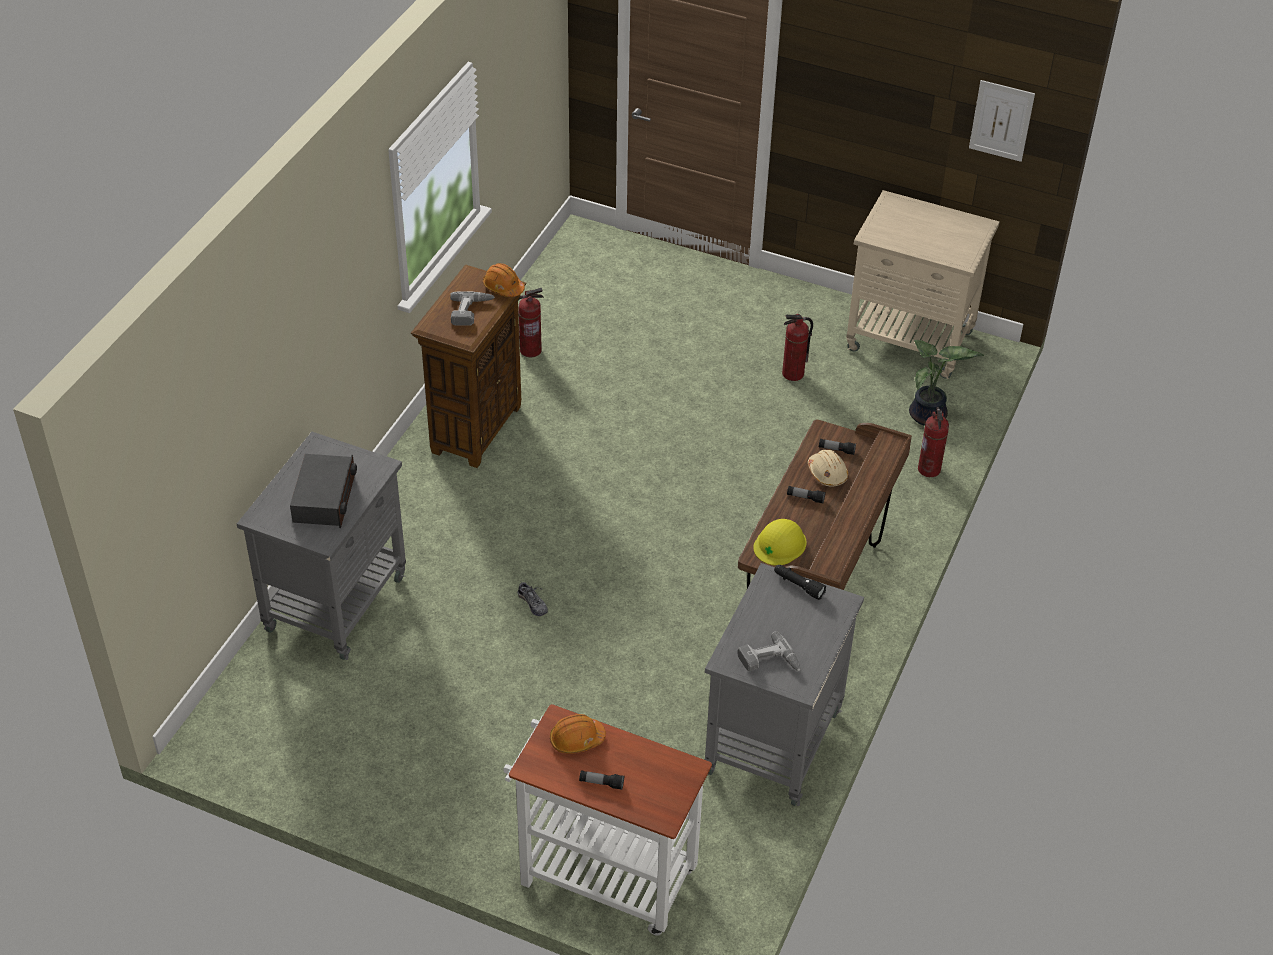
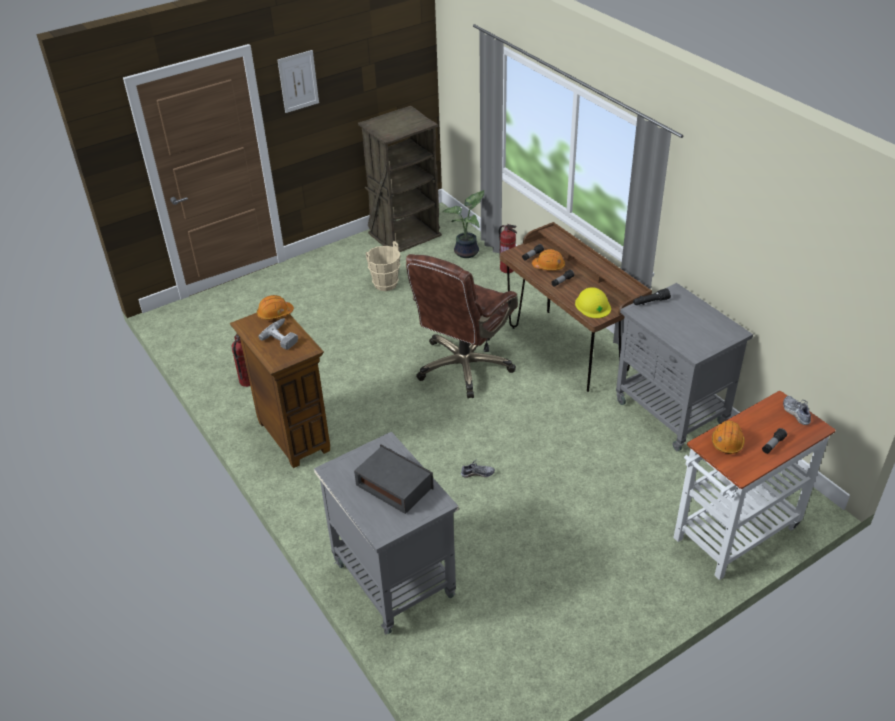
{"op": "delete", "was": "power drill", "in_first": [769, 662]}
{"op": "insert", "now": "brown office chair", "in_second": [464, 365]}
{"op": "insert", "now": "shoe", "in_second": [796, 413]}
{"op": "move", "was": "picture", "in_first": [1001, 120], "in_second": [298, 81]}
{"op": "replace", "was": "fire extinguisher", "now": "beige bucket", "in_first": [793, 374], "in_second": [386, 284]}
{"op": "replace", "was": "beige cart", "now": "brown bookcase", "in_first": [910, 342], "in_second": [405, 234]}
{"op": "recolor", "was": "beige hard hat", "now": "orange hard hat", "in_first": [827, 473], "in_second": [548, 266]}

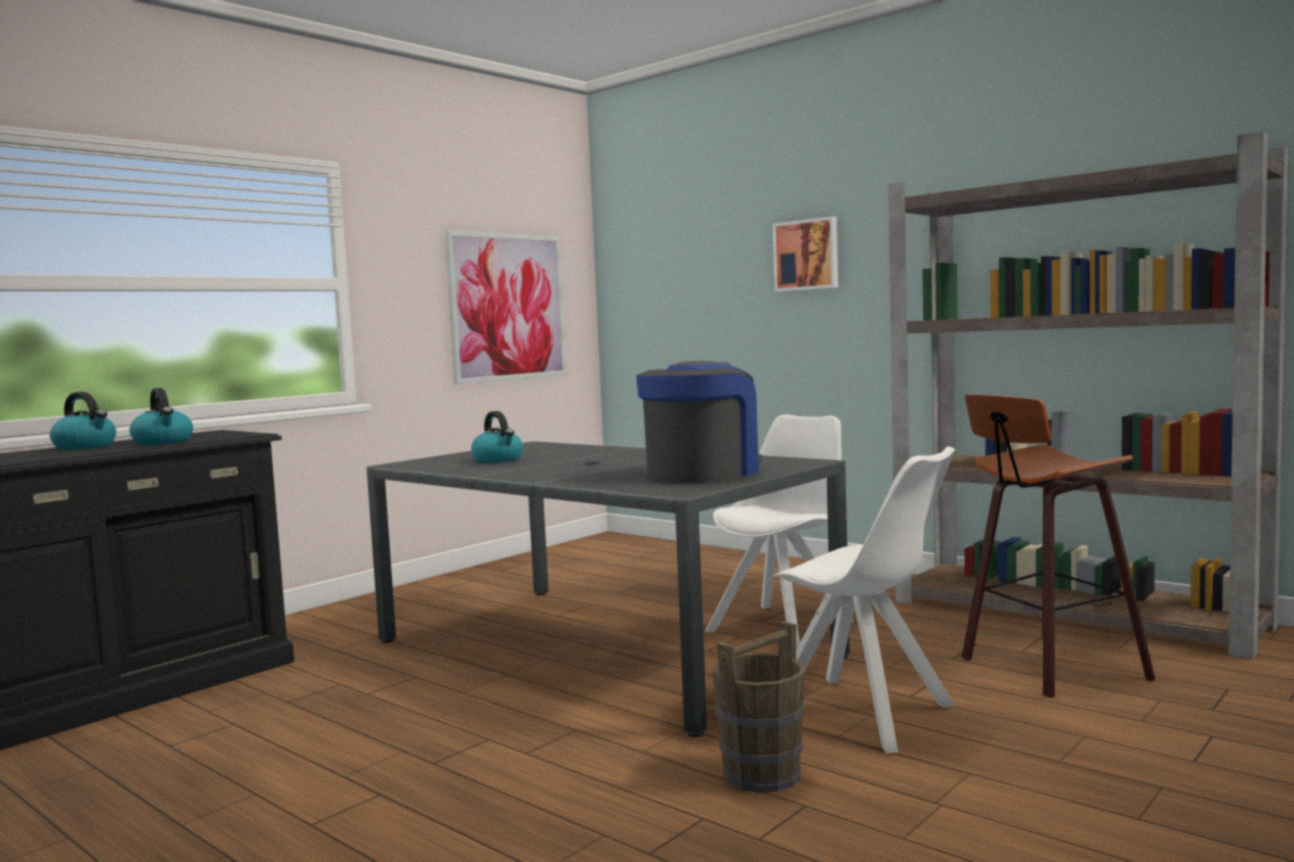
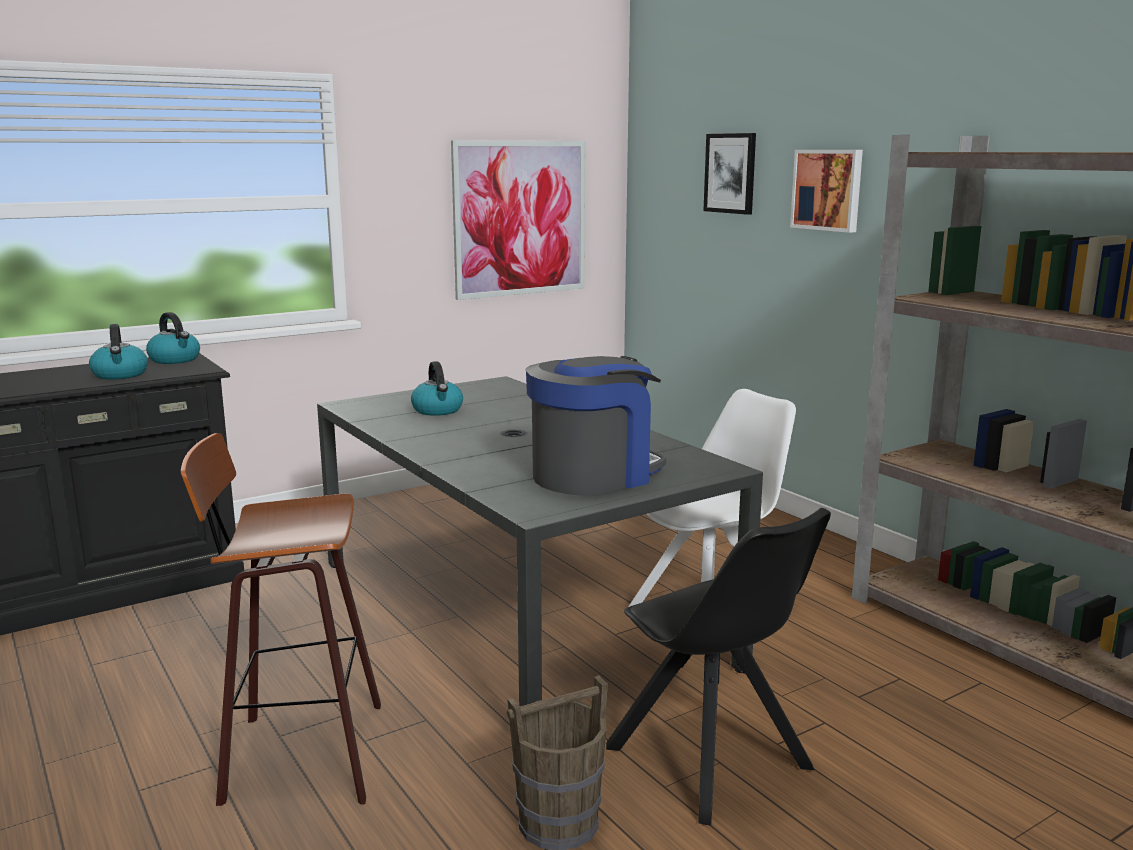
{"op": "insert", "now": "picture", "in_second": [730, 173]}
{"op": "move", "was": "kettle", "in_first": [86, 446], "in_second": [175, 360]}
{"op": "move", "was": "stool", "in_first": [1047, 668], "in_second": [298, 755]}
{"op": "recolor", "was": "white chair", "now": "black chair", "in_first": [863, 715], "in_second": [711, 761]}

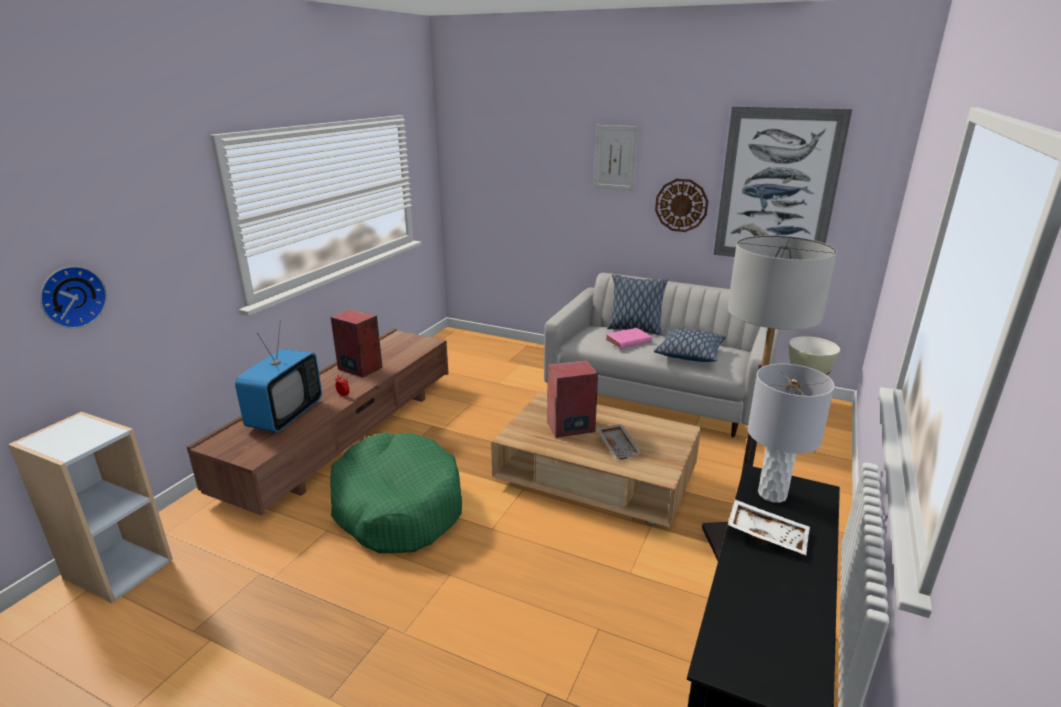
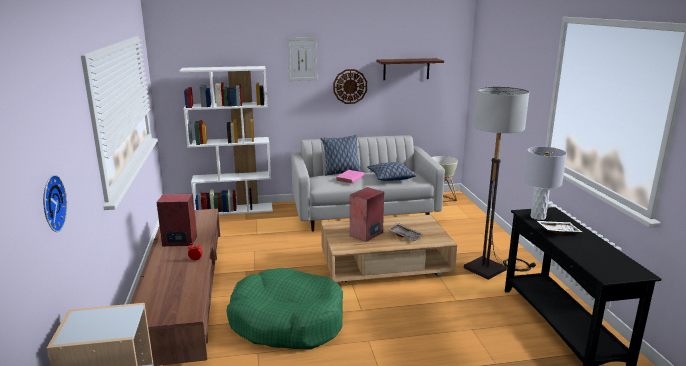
{"op": "delete", "was": "television", "in_first": [285, 415]}
{"op": "insert", "now": "white bookcase", "in_second": [234, 209]}
{"op": "replace", "was": "picture", "now": "shelf", "in_first": [777, 187], "in_second": [406, 69]}

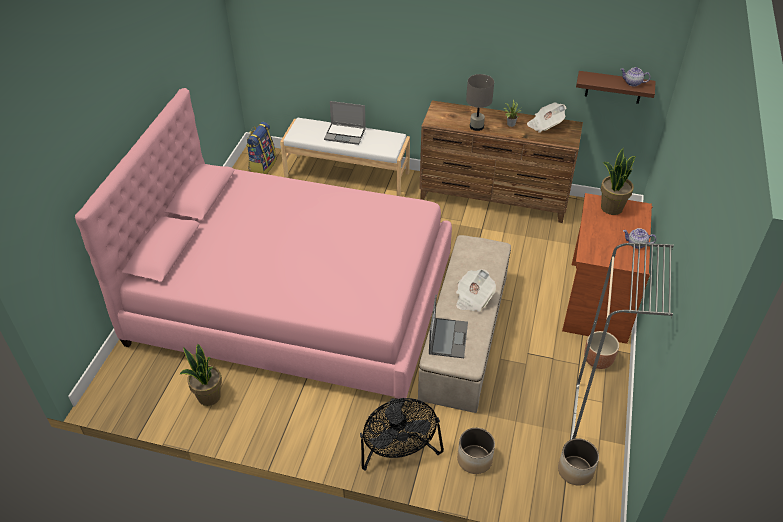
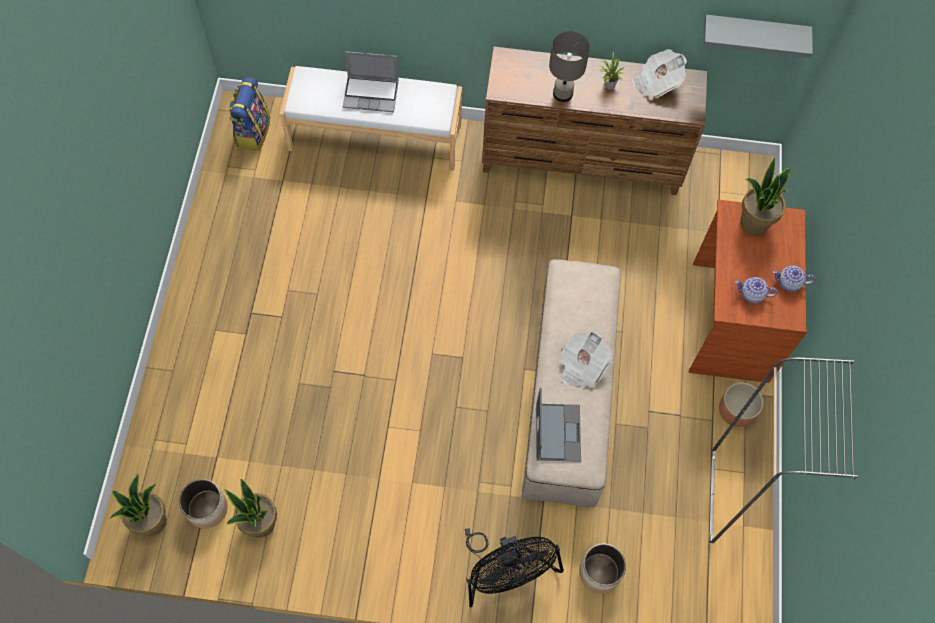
{"op": "delete", "was": "pink bed", "in_first": [292, 301]}
{"op": "insert", "now": "potted plant", "in_second": [151, 521]}
{"op": "move", "was": "planter", "in_first": [575, 470], "in_second": [206, 508]}
{"op": "move", "was": "teapot", "in_first": [632, 83], "in_second": [751, 294]}
{"op": "recolor", "was": "brown shelf", "now": "grey shelf", "in_first": [614, 87], "in_second": [753, 33]}

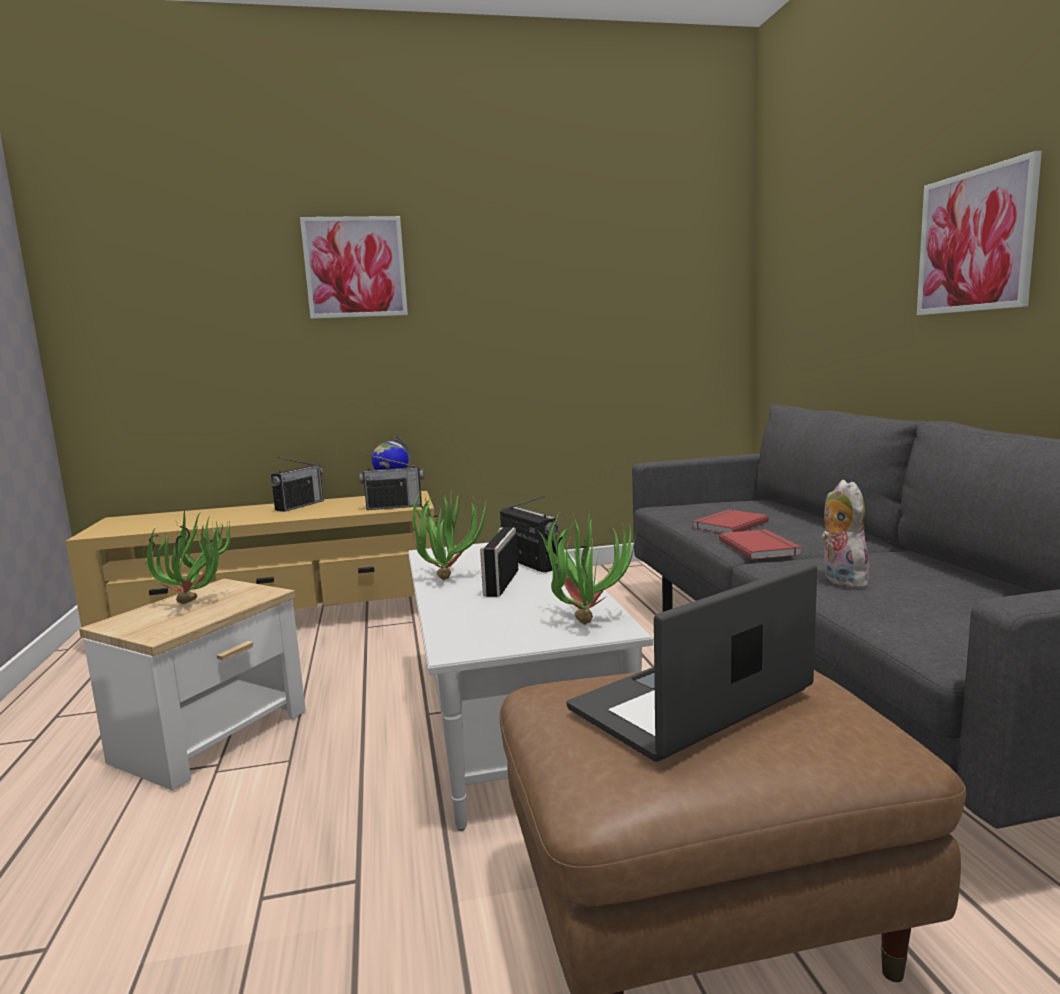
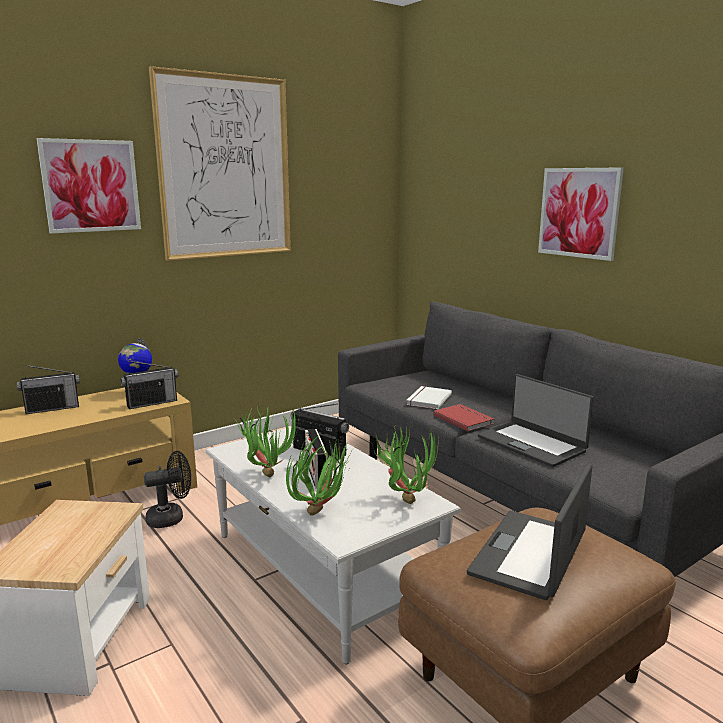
{"op": "insert", "now": "black fan", "in_second": [171, 518]}
{"op": "insert", "now": "picture", "in_second": [225, 168]}
{"op": "move", "was": "potted plant", "in_first": [197, 603], "in_second": [323, 512]}
{"op": "replace", "was": "plush toy", "now": "laptop", "in_first": [840, 580], "in_second": [532, 444]}
{"op": "recolor", "was": "red book", "now": "white book", "in_first": [728, 524], "in_second": [427, 399]}
{"op": "rotate", "was": "radio", "in_first": [299, 506], "in_second": [52, 408], "clockwise": 60}

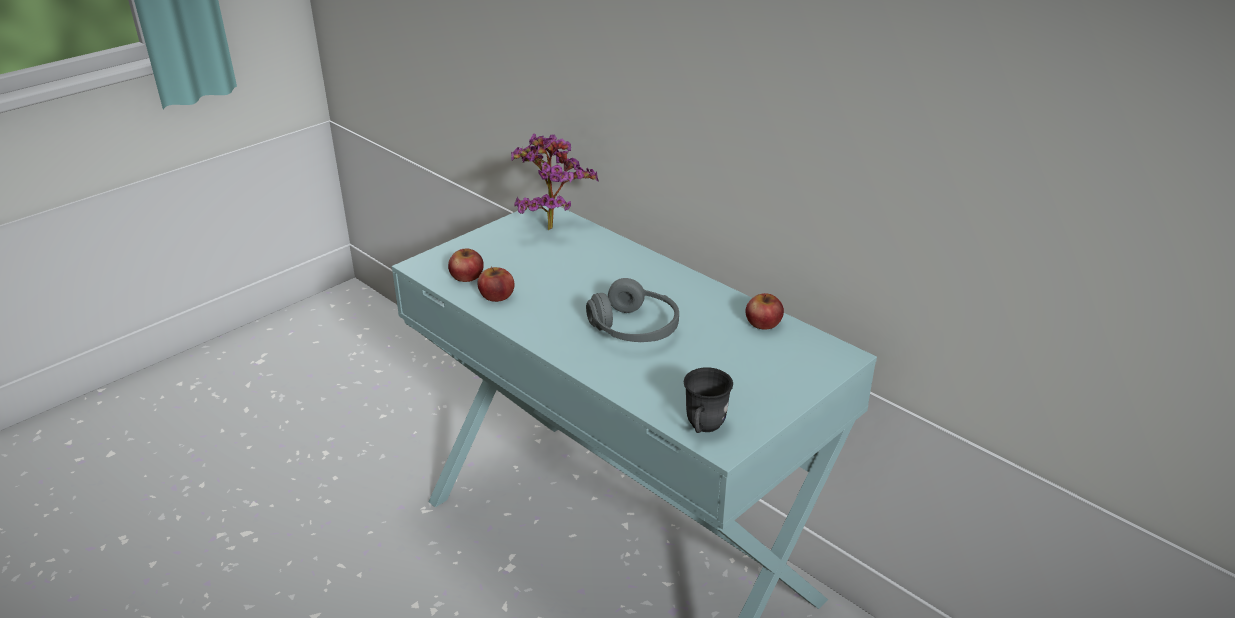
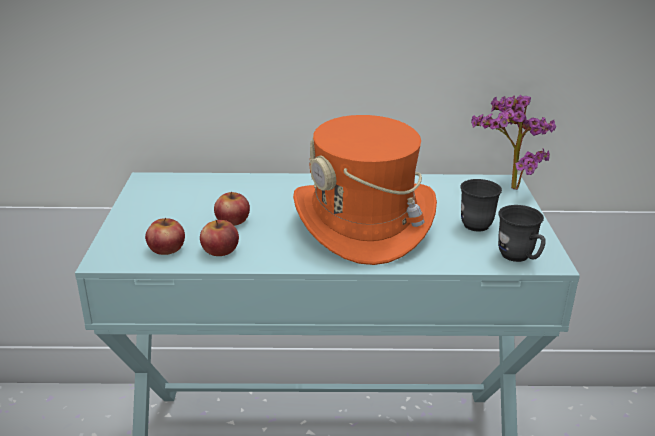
{"op": "insert", "now": "grey mug", "in_second": [475, 222]}
{"op": "move", "was": "potted plant", "in_first": [549, 225], "in_second": [507, 186]}
{"op": "move", "was": "apple", "in_first": [763, 322], "in_second": [232, 220]}
{"op": "replace", "was": "grey headphones", "now": "orange hat", "in_first": [634, 328], "in_second": [364, 223]}

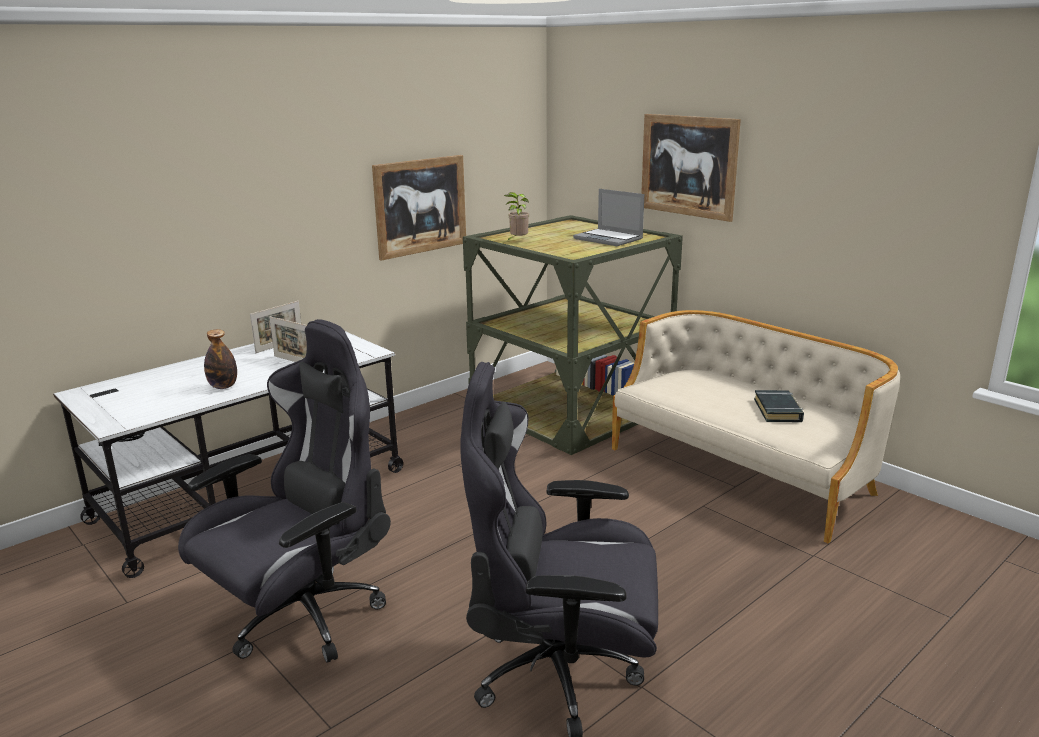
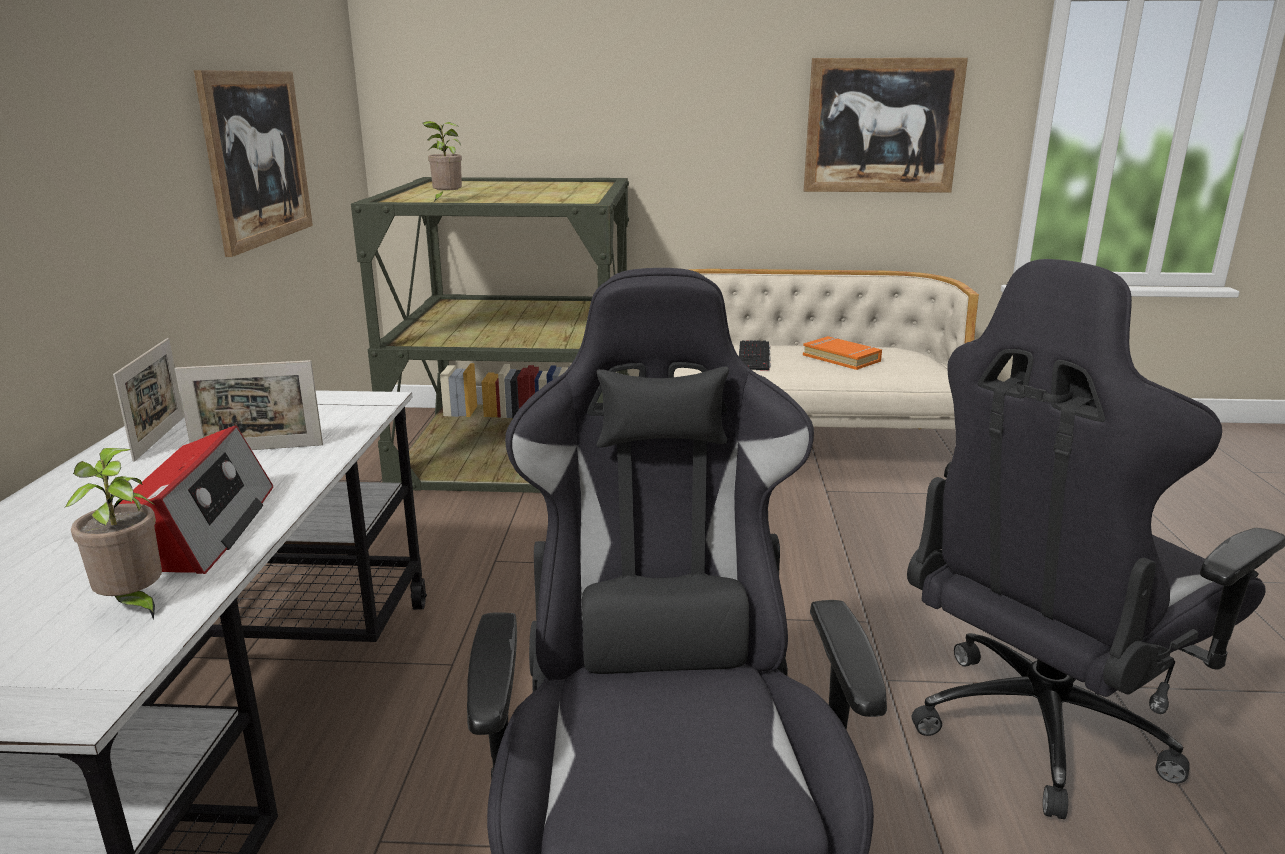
{"op": "delete", "was": "laptop", "in_first": [609, 239]}
{"op": "insert", "now": "potted plant", "in_second": [134, 605]}
{"op": "insert", "now": "keyboard", "in_second": [755, 356]}
{"op": "move", "was": "picture", "in_first": [688, 166], "in_second": [882, 126]}
{"op": "replace", "was": "bottle", "now": "radio", "in_first": [223, 386], "in_second": [200, 528]}
{"op": "recolor", "was": "black book", "now": "orange book", "in_first": [778, 410], "in_second": [842, 358]}

